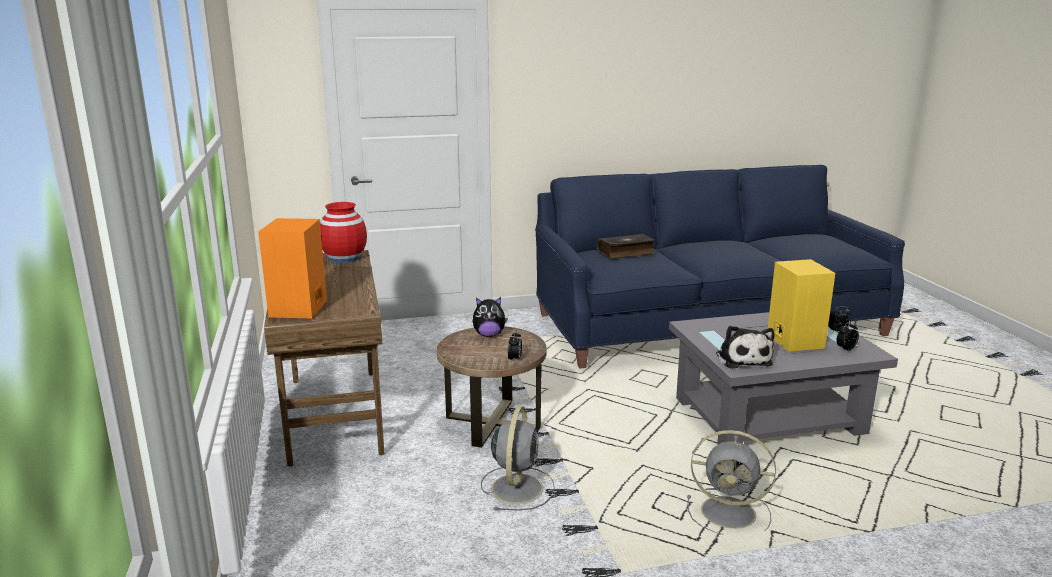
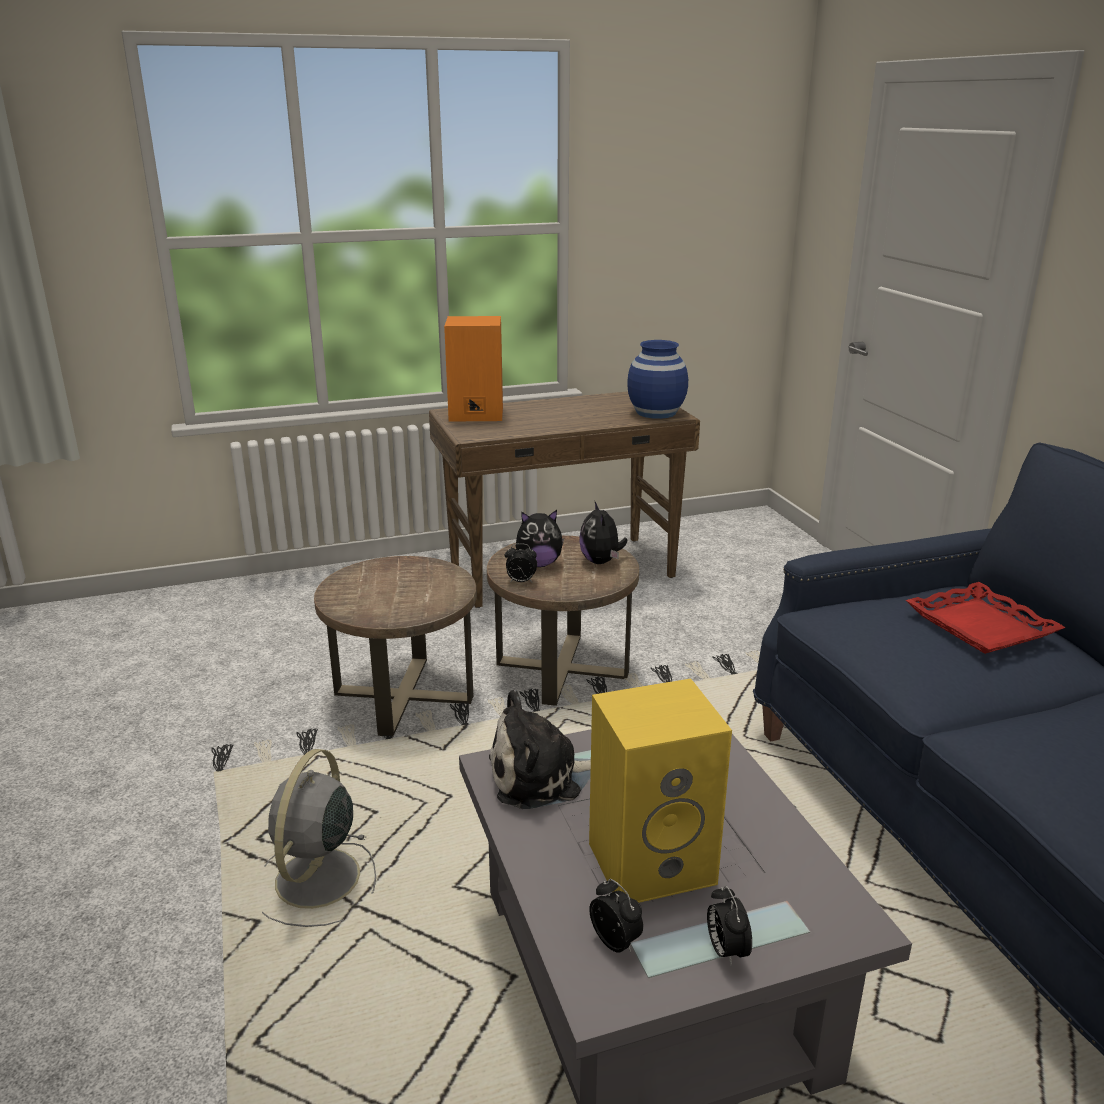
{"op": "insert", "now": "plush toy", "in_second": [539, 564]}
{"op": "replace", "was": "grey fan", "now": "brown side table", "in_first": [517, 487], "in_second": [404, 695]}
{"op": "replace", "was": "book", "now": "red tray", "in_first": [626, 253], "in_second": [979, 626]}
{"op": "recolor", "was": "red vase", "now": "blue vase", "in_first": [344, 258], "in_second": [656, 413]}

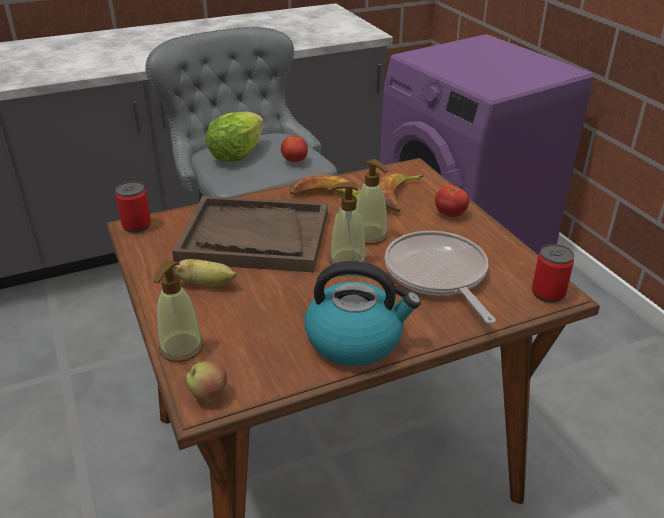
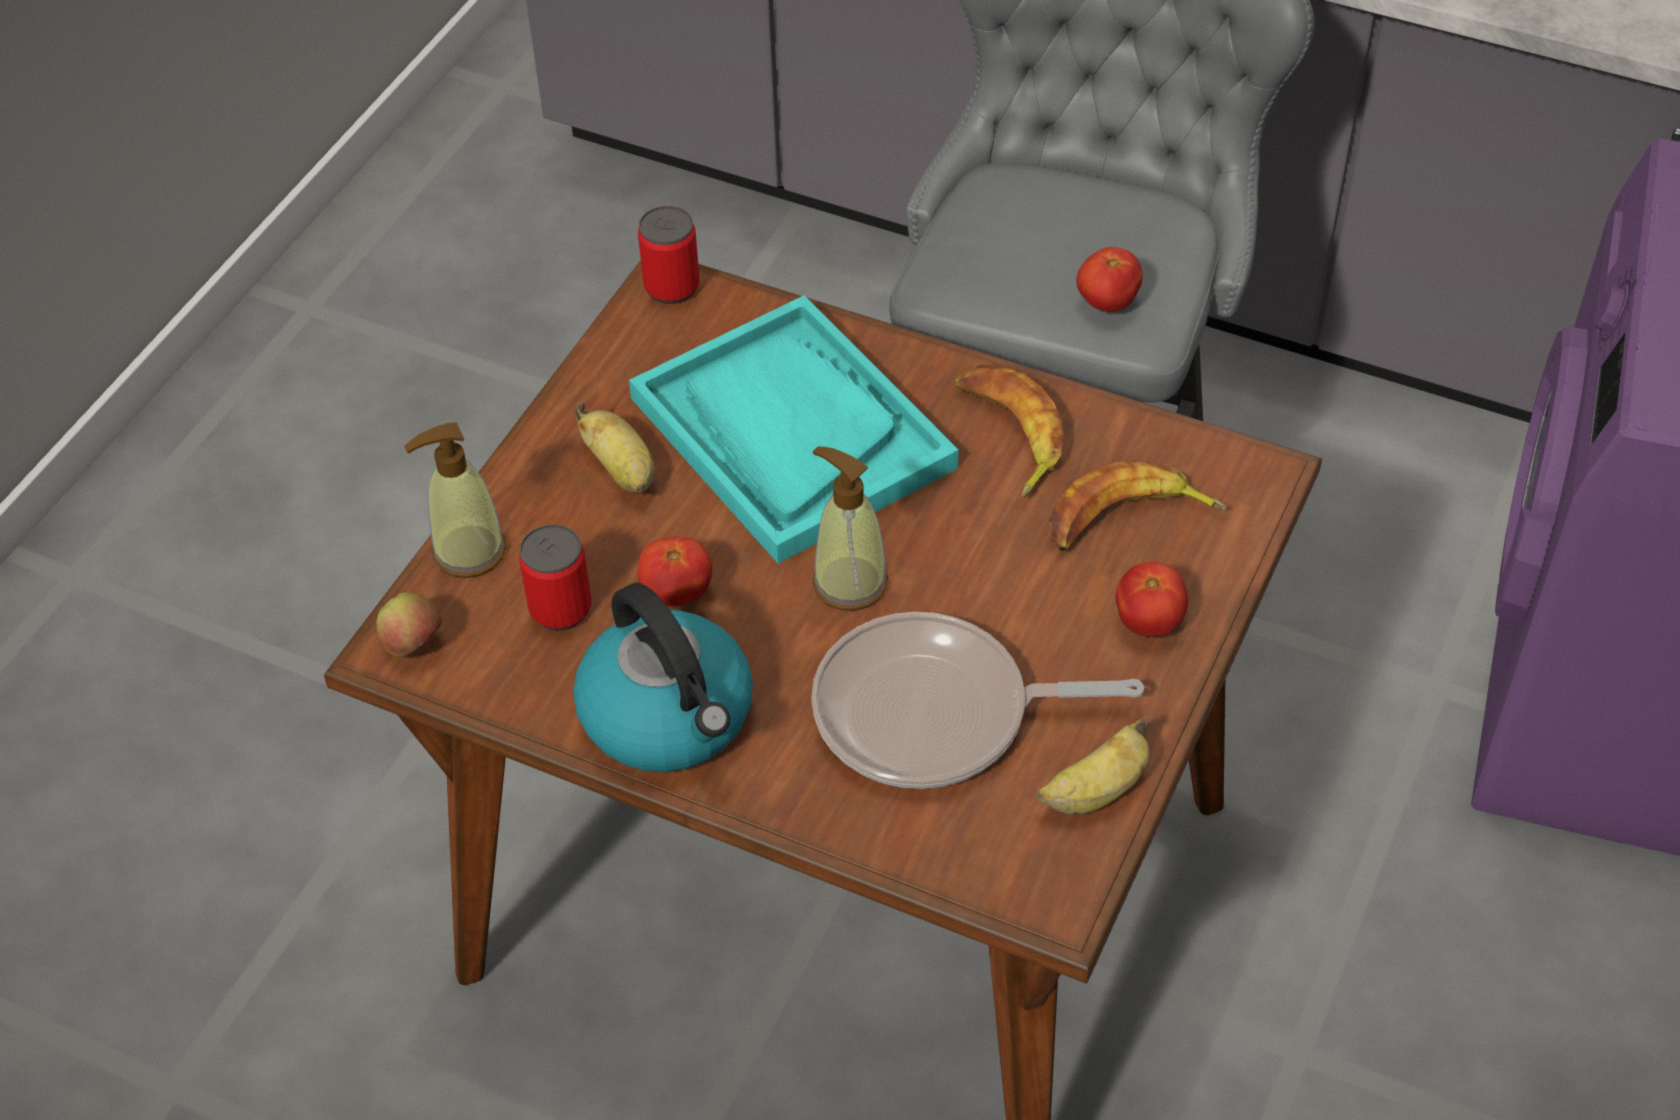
{"op": "delete", "was": "lettuce", "in_first": [236, 155]}
{"op": "delete", "was": "soap dispenser", "in_first": [370, 236]}
{"op": "insert", "now": "tomato", "in_second": [677, 593]}
{"op": "insert", "now": "banana", "in_second": [1095, 792]}
{"op": "move", "was": "can", "in_first": [548, 293], "in_second": [560, 608]}
{"op": "recolor", "was": "brown tray", "now": "turquoise tray", "in_first": [254, 237], "in_second": [790, 433]}
{"op": "rotate", "was": "frying pan", "in_first": [437, 275], "in_second": [934, 714], "clockwise": -120}

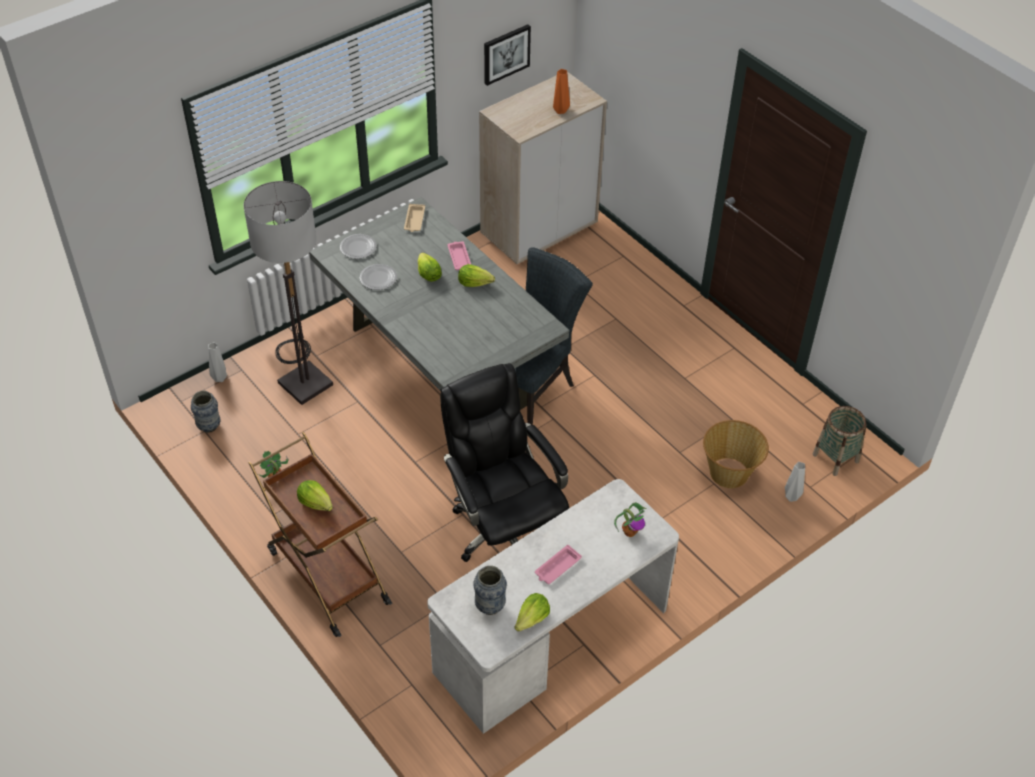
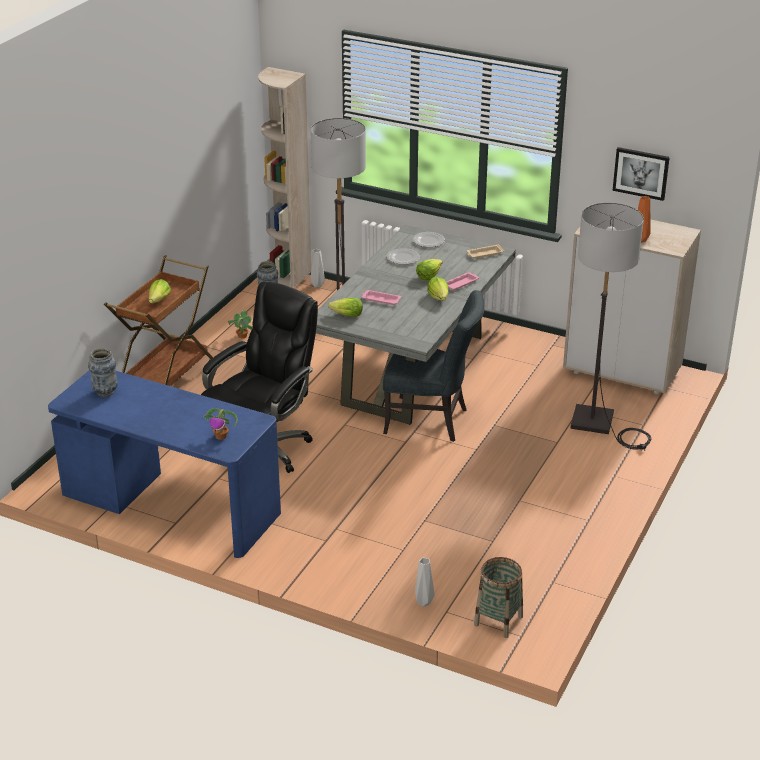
{"op": "delete", "was": "basket", "in_first": [729, 473]}
{"op": "insert", "now": "beige bookcase", "in_second": [286, 281]}
{"op": "insert", "now": "floor lamp", "in_second": [604, 427]}
{"op": "move", "was": "lettuce", "in_first": [532, 619], "in_second": [347, 315]}
{"op": "move", "was": "pink tray", "in_first": [557, 567], "in_second": [380, 299]}
{"op": "recolor", "was": "white desk", "now": "blue desk", "in_first": [552, 640], "in_second": [170, 505]}

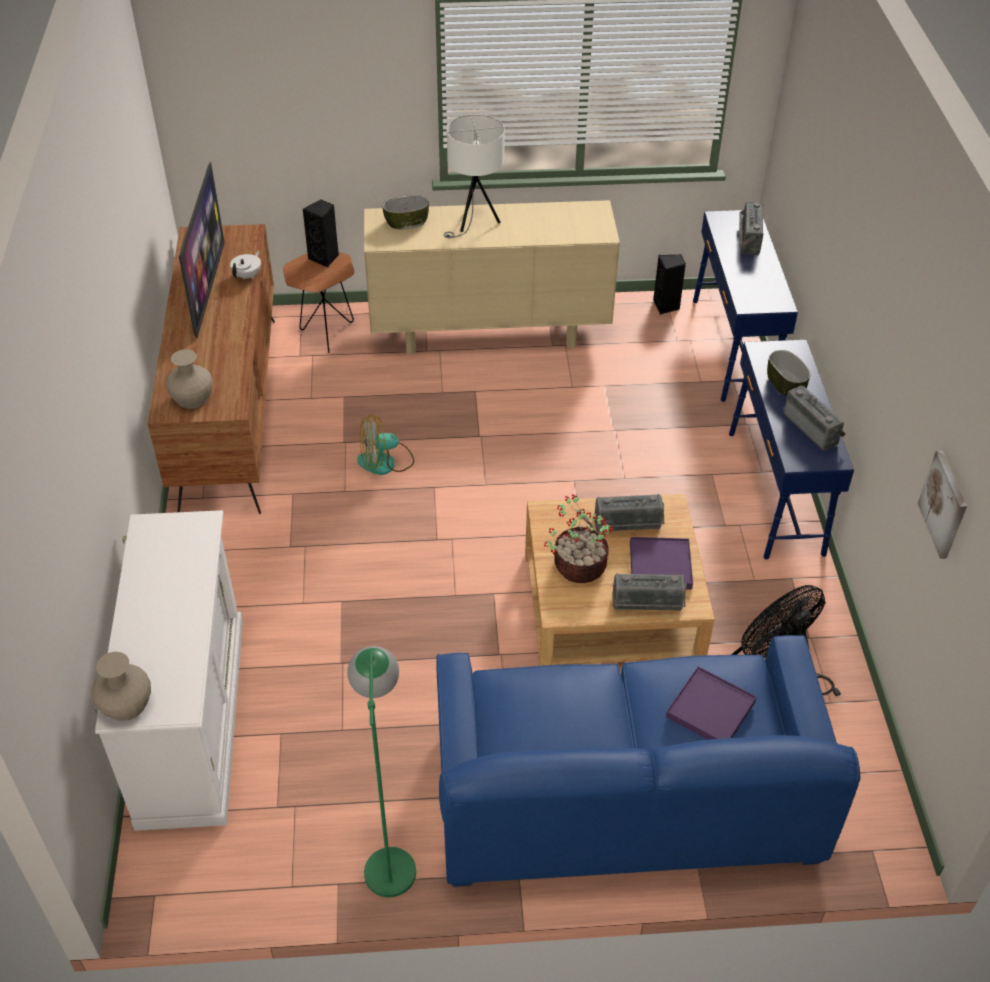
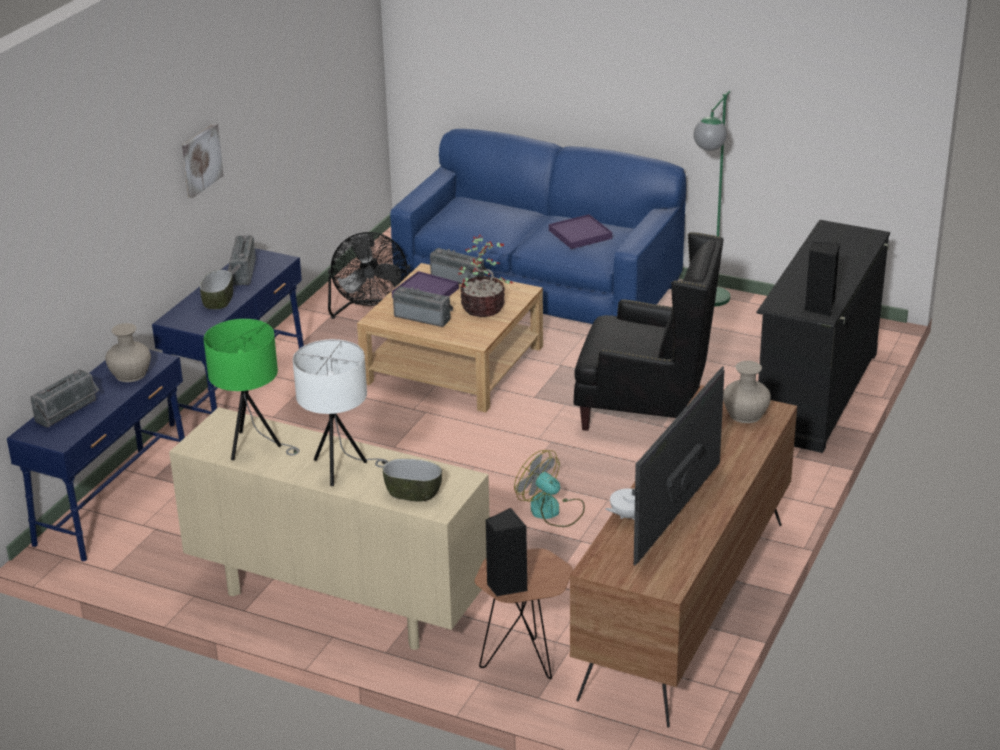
{"op": "insert", "now": "green table lamp", "in_second": [254, 447]}
{"op": "insert", "now": "black armchair", "in_second": [644, 414]}
{"op": "move", "was": "beige vase", "in_first": [126, 704], "in_second": [130, 374]}
{"op": "move", "was": "black speaker", "in_first": [666, 306], "in_second": [819, 308]}
{"op": "move", "was": "purple tray", "in_first": [710, 709], "in_second": [580, 234]}
{"op": "move", "was": "picture", "in_first": [944, 504], "in_second": [201, 160]}
{"op": "recolor", "was": "white cabinet", "now": "black cabinet", "in_first": [192, 717], "in_second": [816, 394]}
{"op": "rotate", "was": "fan", "in_first": [385, 462], "in_second": [552, 511], "clockwise": -150}

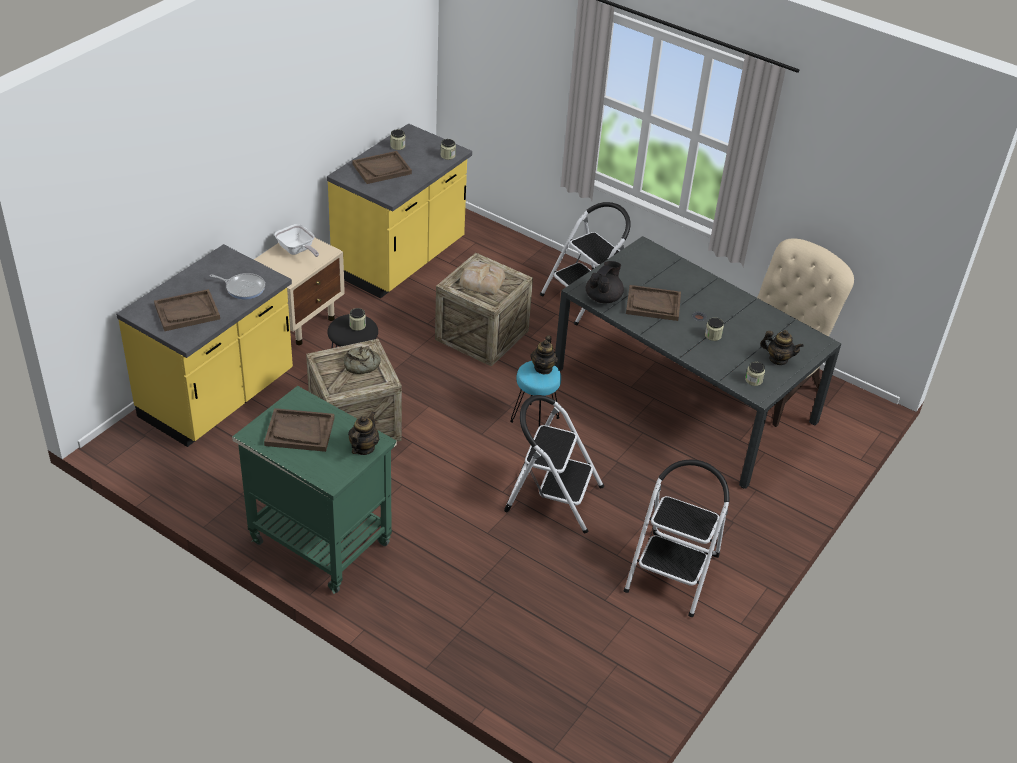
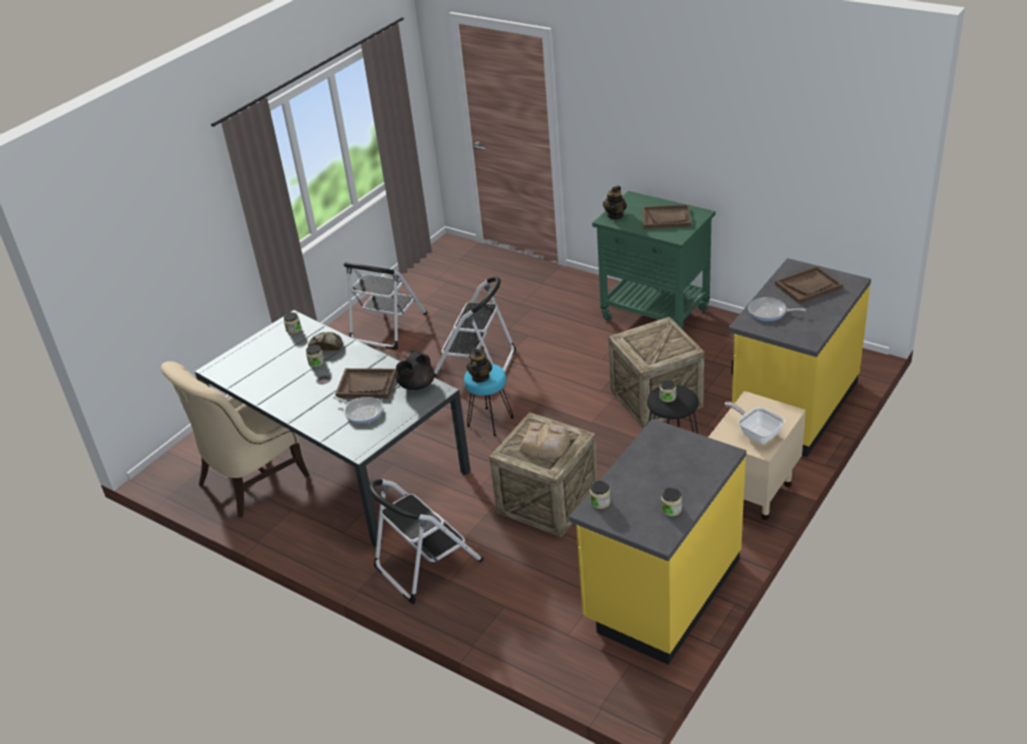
{"op": "delete", "was": "brown tray", "in_first": [382, 169]}
{"op": "delete", "was": "teapot", "in_first": [778, 359]}
{"op": "insert", "now": "frying pan", "in_second": [362, 412]}
{"op": "move", "was": "bread", "in_first": [361, 365], "in_second": [326, 345]}

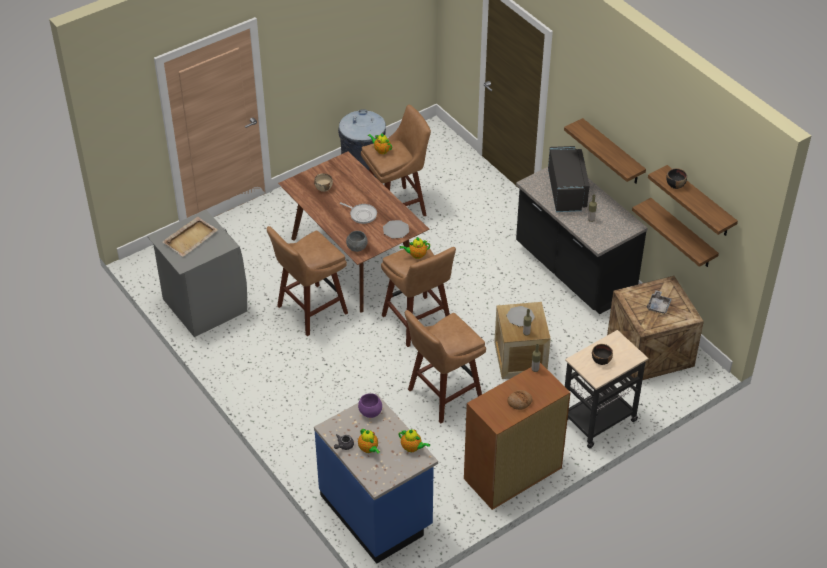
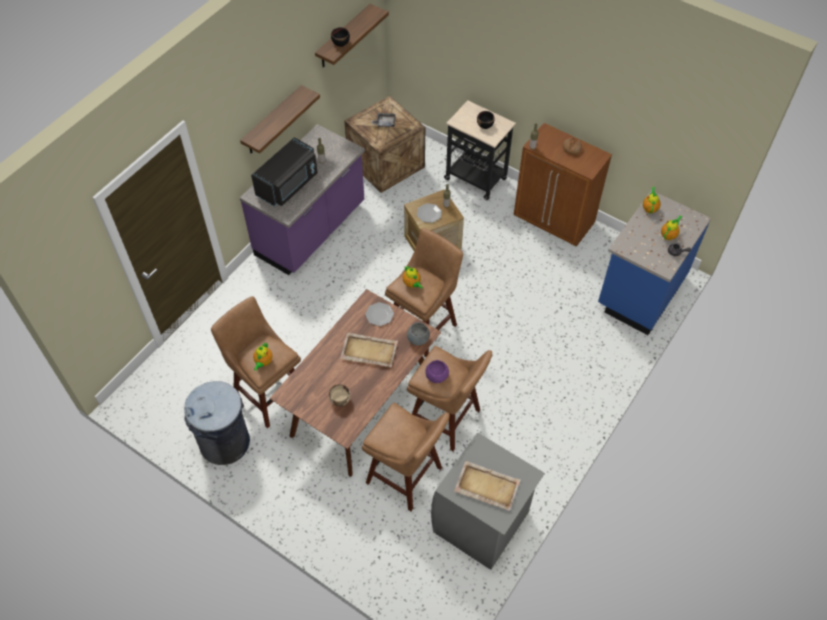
{"op": "delete", "was": "shelf", "in_first": [682, 234]}
{"op": "move", "was": "purple bowl", "in_first": [370, 412], "in_second": [436, 376]}
{"op": "move", "was": "brown stool", "in_first": [442, 395], "in_second": [406, 477]}
{"op": "replace", "was": "frying pan", "now": "beige tray", "in_first": [361, 214], "in_second": [368, 351]}
{"op": "recolor", "was": "black counter", "now": "purple counter", "in_first": [573, 271], "in_second": [311, 230]}
{"op": "rotate", "was": "black microwave", "in_first": [567, 191], "in_second": [288, 185], "clockwise": 150}

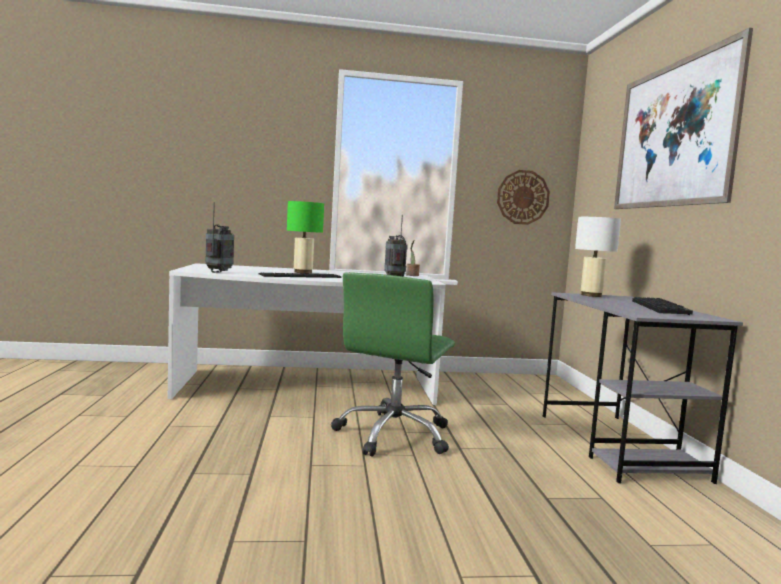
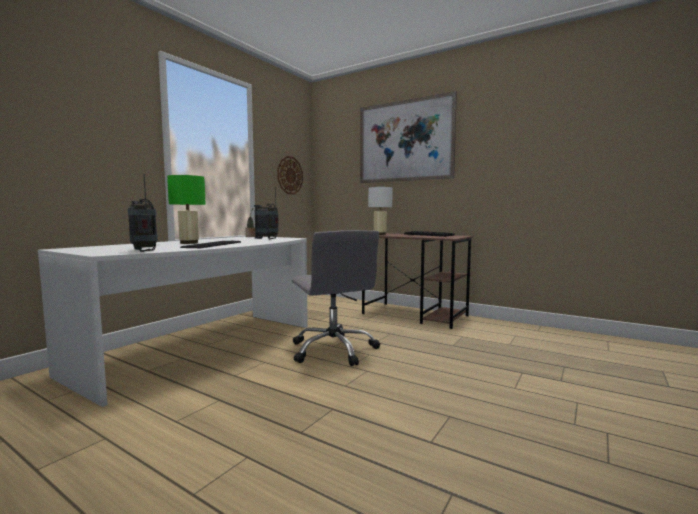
{"op": "recolor", "was": "green office chair", "now": "grey office chair", "in_first": [393, 435], "in_second": [334, 350]}
{"op": "recolor", "was": "grey desk", "now": "brown desk", "in_first": [618, 446], "in_second": [415, 315]}

